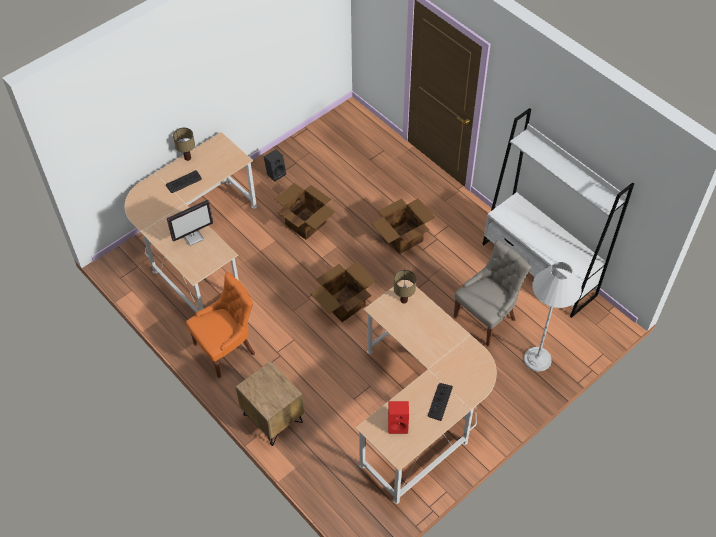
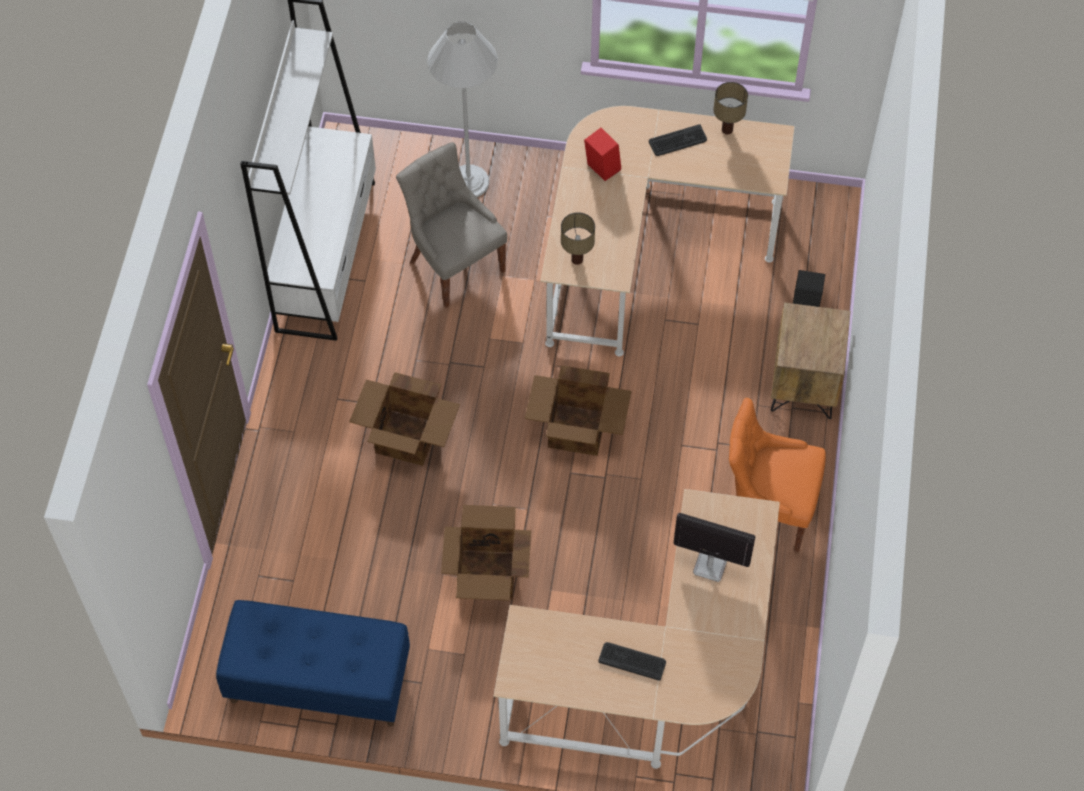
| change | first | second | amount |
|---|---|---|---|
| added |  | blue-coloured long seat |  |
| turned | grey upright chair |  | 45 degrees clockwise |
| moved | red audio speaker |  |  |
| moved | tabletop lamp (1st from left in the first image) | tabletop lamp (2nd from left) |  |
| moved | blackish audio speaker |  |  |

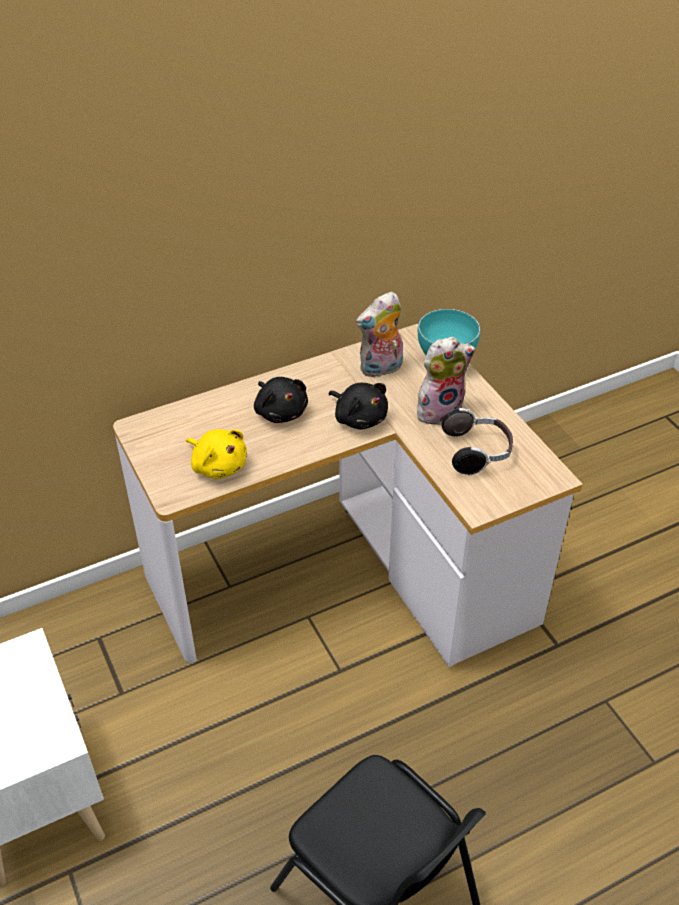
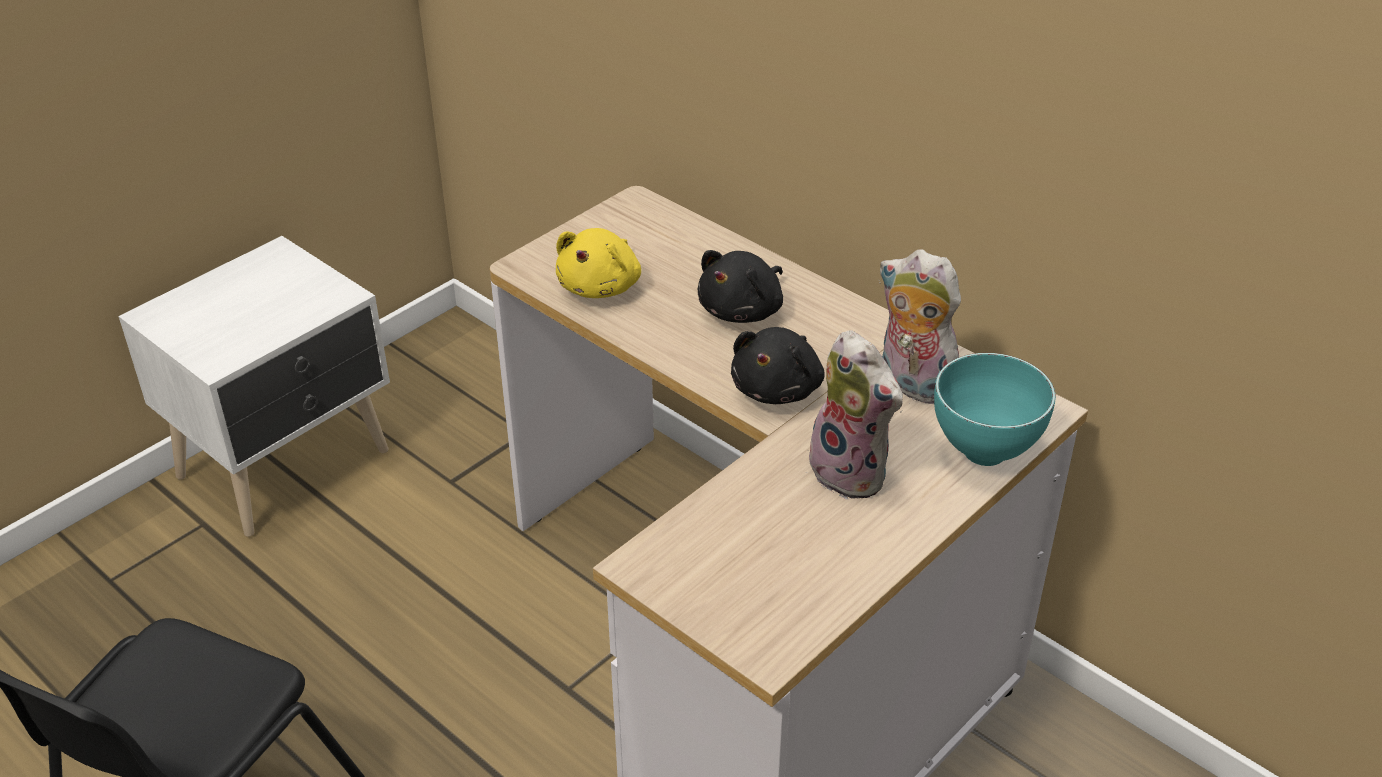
| change | first | second | amount |
|---|---|---|---|
| removed | headset |  |  |

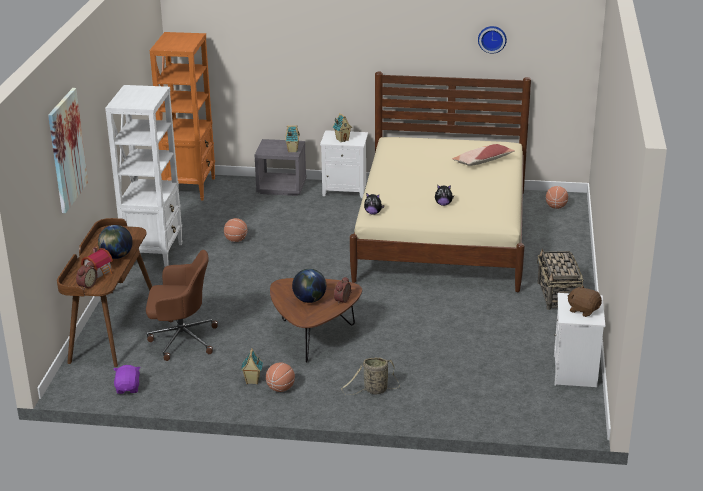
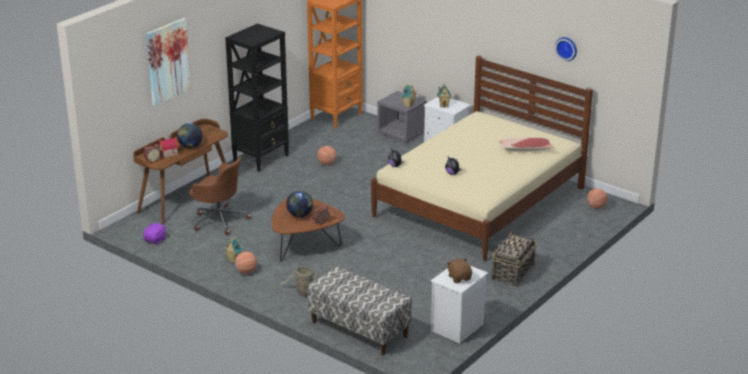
| change | first | second | amount |
|---|---|---|---|
| recoloured | whitish bookshelf | blackish bookshelf |  |
| added |  | long seat |  |

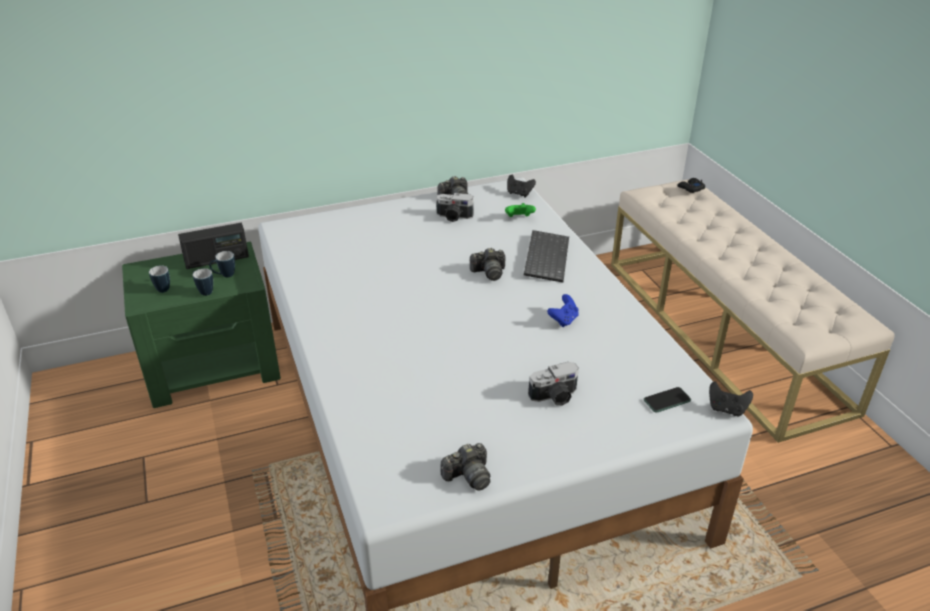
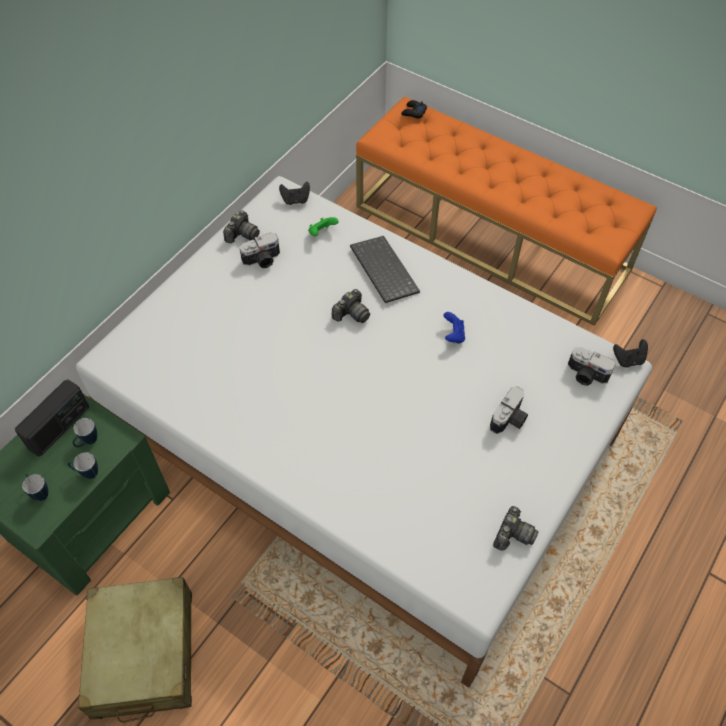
| change | first | second | amount |
|---|---|---|---|
| added |  | beige-coloured piece of luggage |  |
| recoloured | beige-coloured long seat | orange long seat |  |
| replaced | telephone | still camera (6th from left) |  |

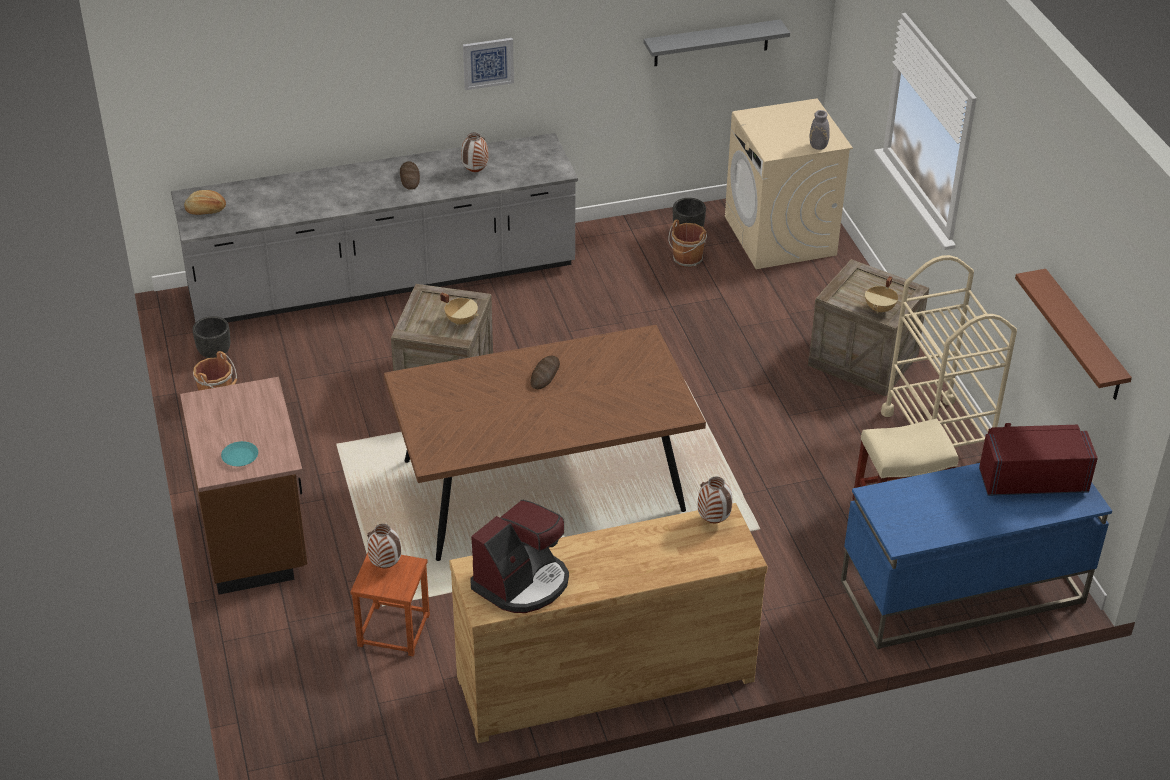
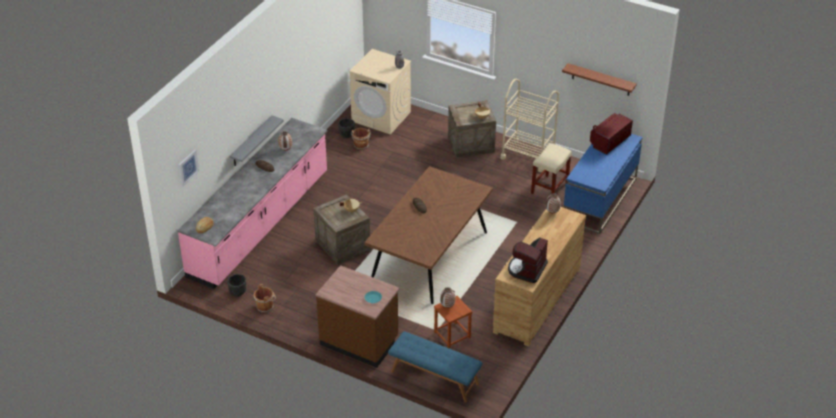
| change | first | second | amount |
|---|---|---|---|
| recoloured | grey counter | pink counter |  |
| moved | wall picture |  |  |
| moved | grey shelf |  |  |
| added |  | blue-coloured long seat |  |
| turned | coffee maker |  | 150 degrees counterclockwise |

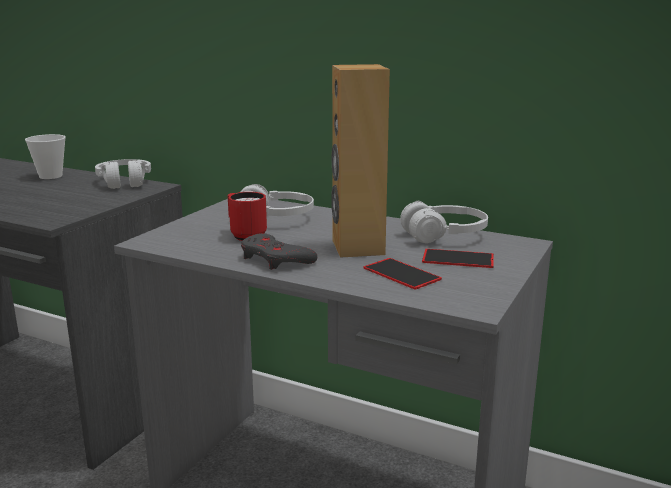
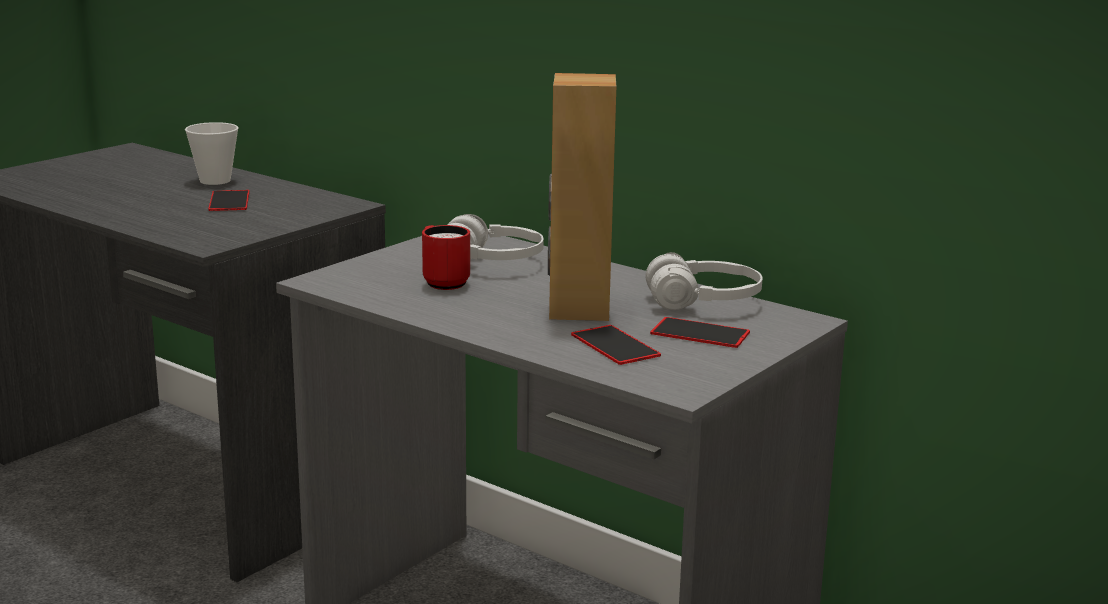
| change | first | second | amount |
|---|---|---|---|
| added |  | telephone (1st from left) |  |
| removed | whitish headset (1st from left) |  |  |
| removed | grey gamepad |  |  |

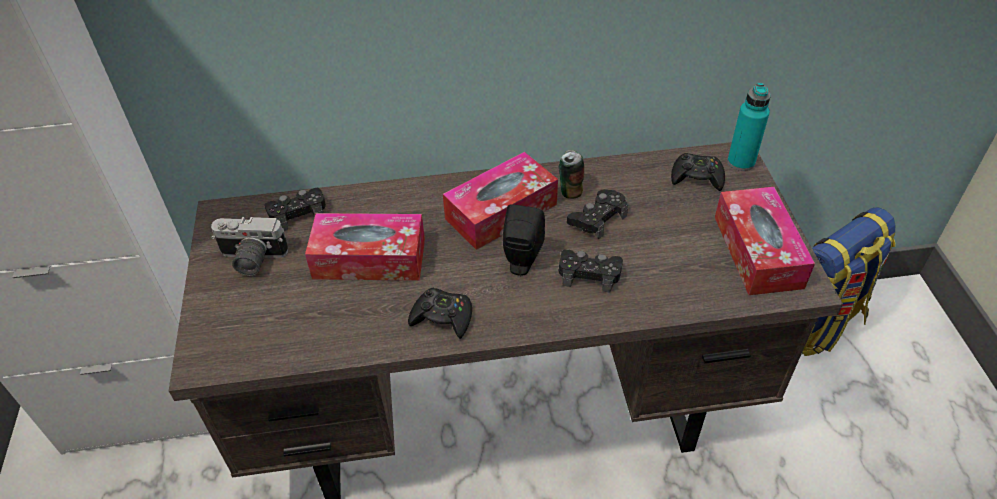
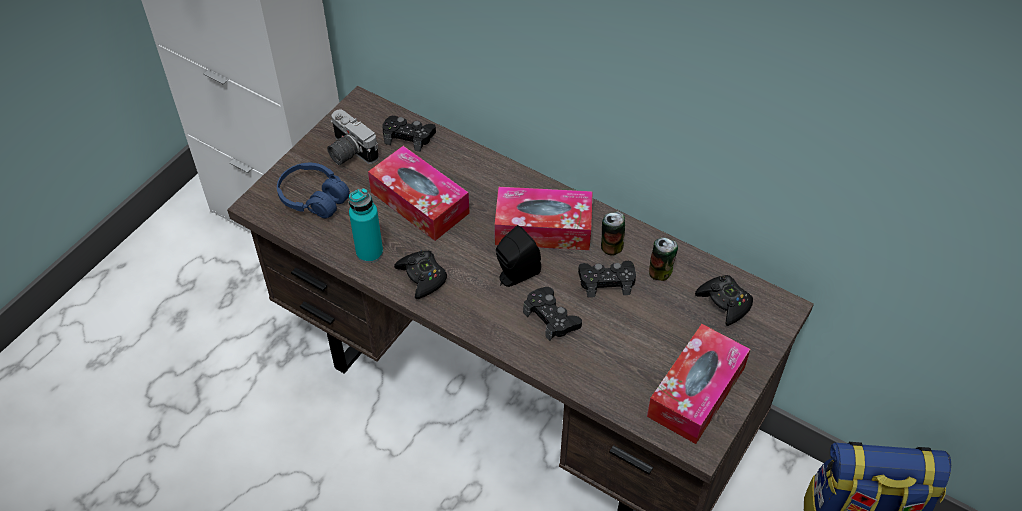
| change | first | second | amount |
|---|---|---|---|
| added |  | blue-coloured headset |  |
| moved | turquoise-coloured bottle |  |  |
| added |  | sealed can (2nd from left) |  |

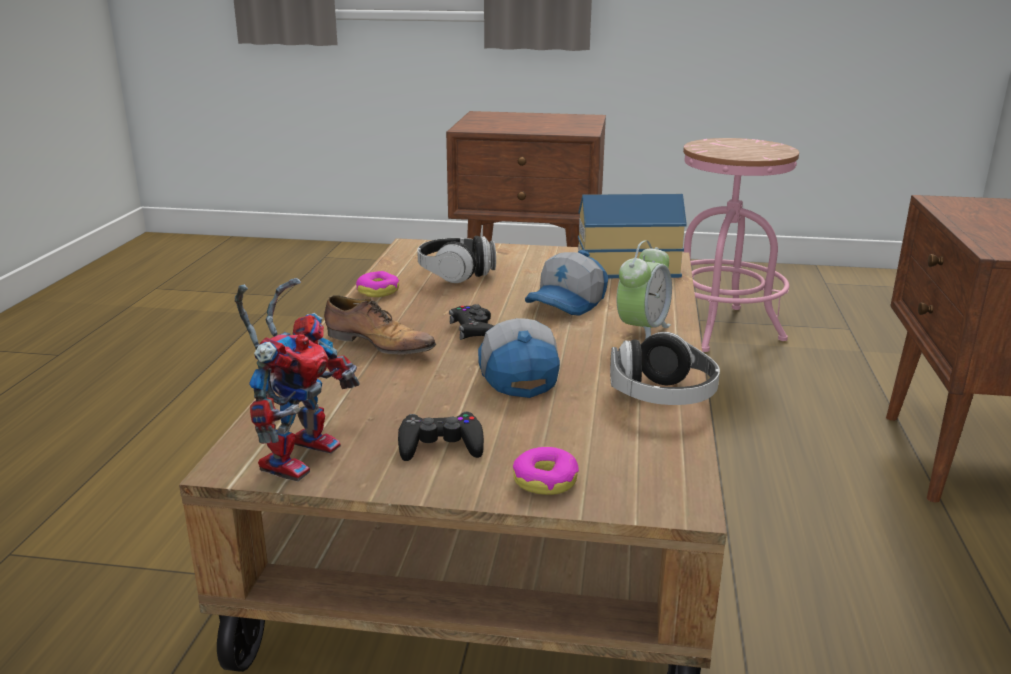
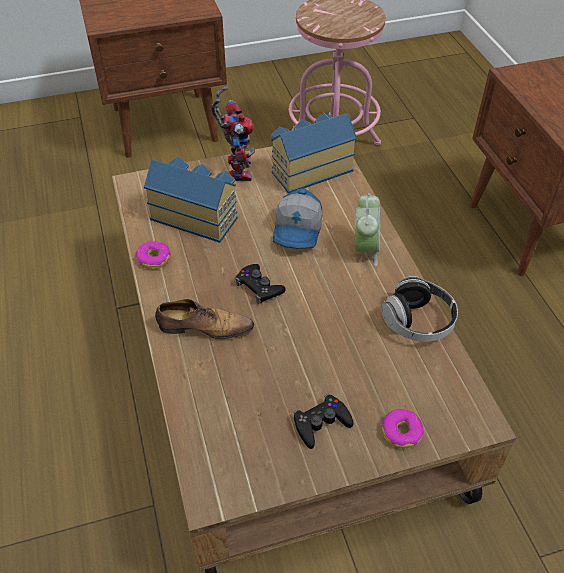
| change | first | second | amount |
|---|---|---|---|
| replaced | headset (1st from left) | model house (1st from left) |  |
| moved | robot figure |  |  |
| removed | baseball cap (1st from left) |  |  |

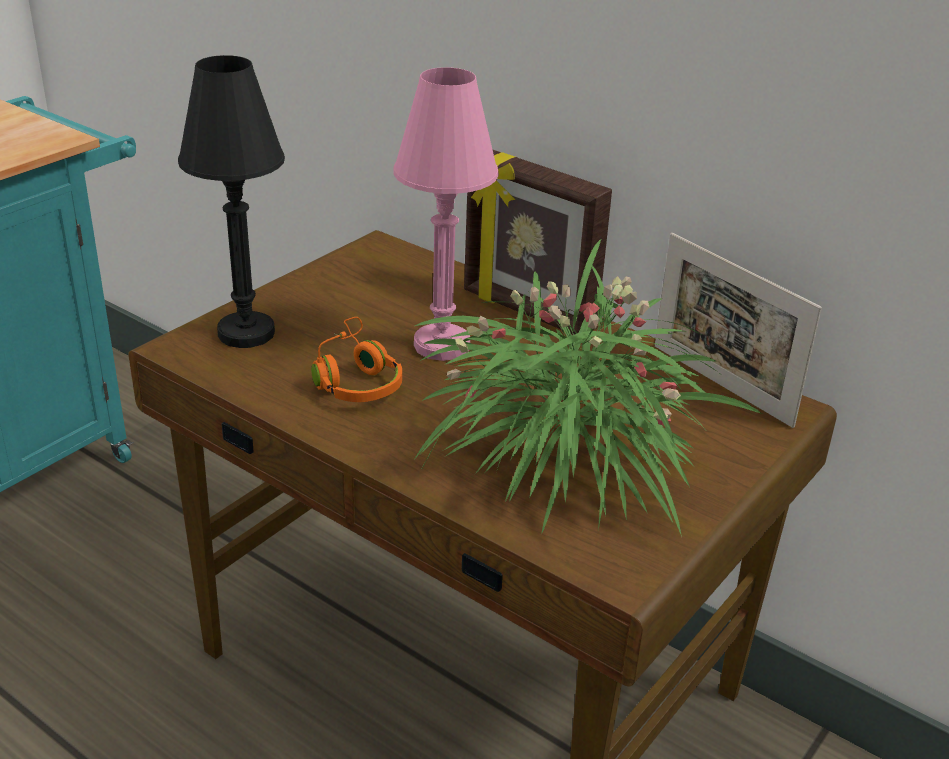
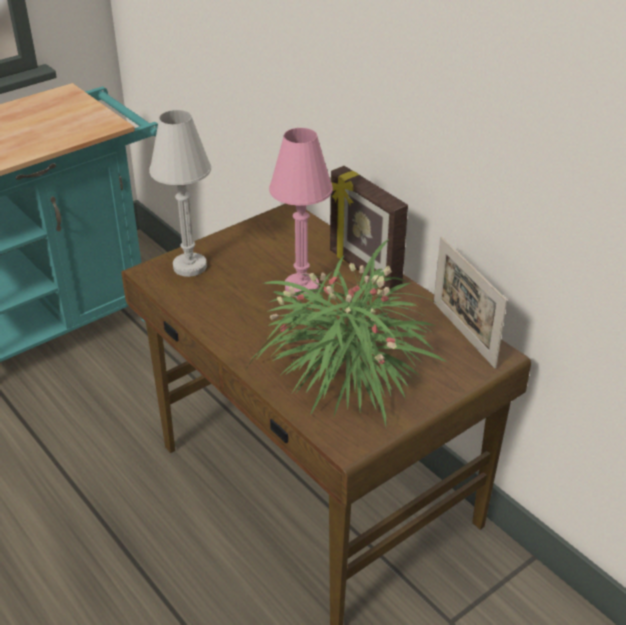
| change | first | second | amount |
|---|---|---|---|
| recoloured | blackish tabletop lamp | whitish tabletop lamp |  |
| removed | orange headset |  |  |

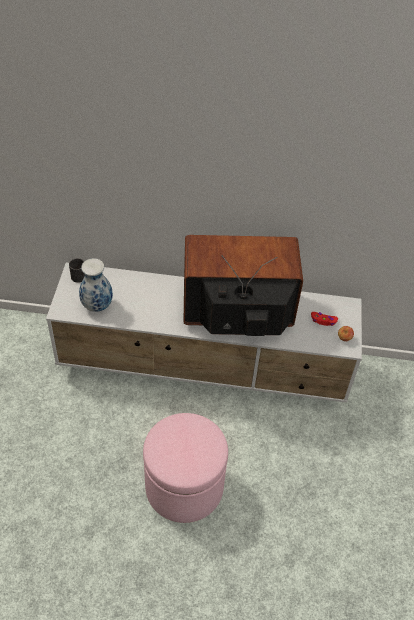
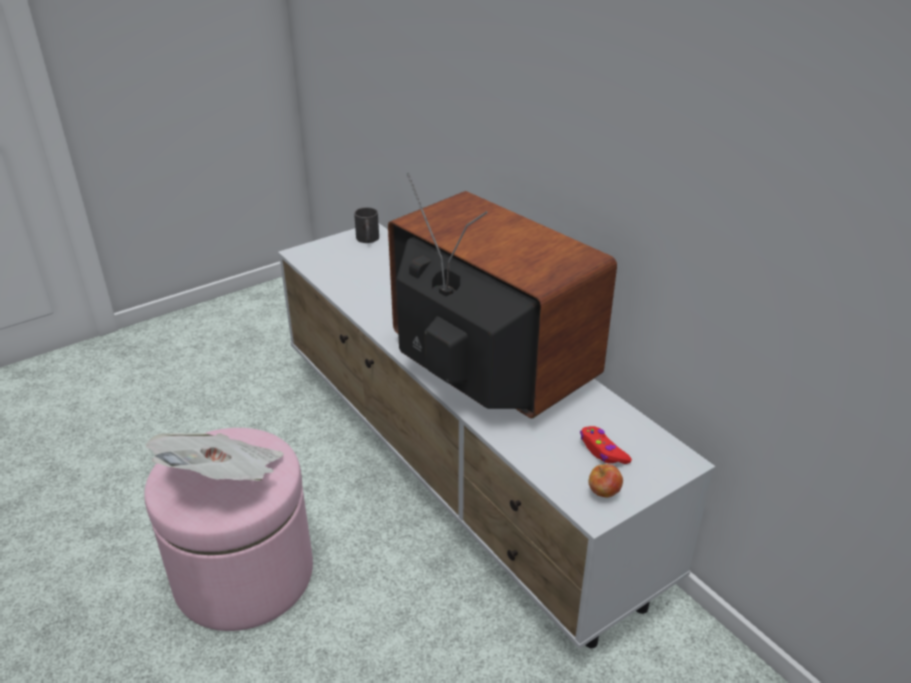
| change | first | second | amount |
|---|---|---|---|
| added |  | printed paper |  |
| removed | vase |  |  |

